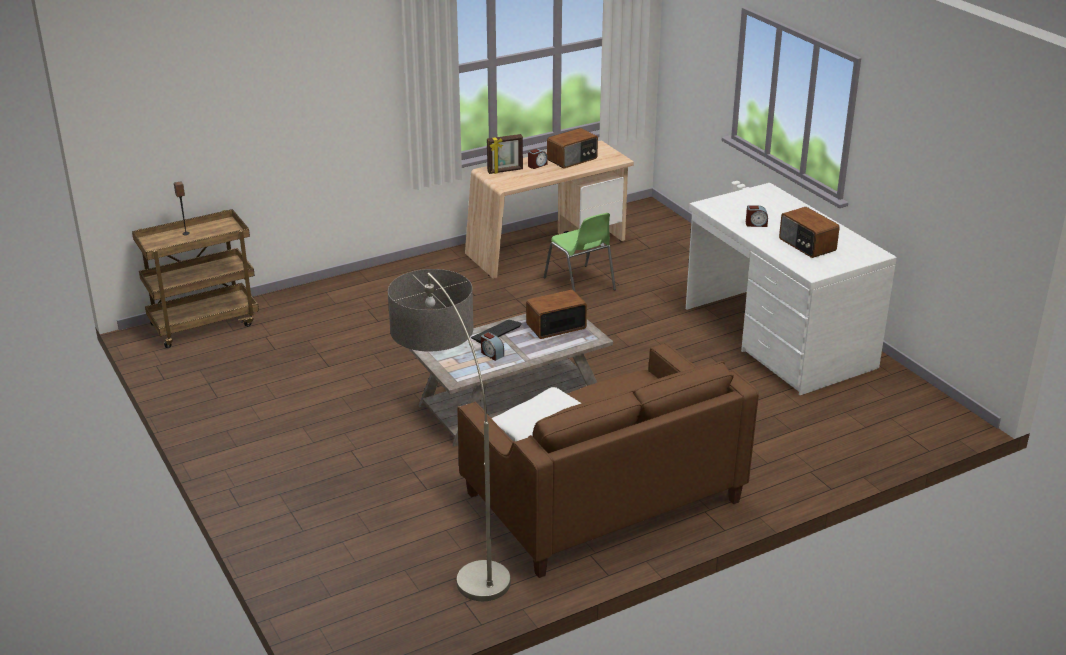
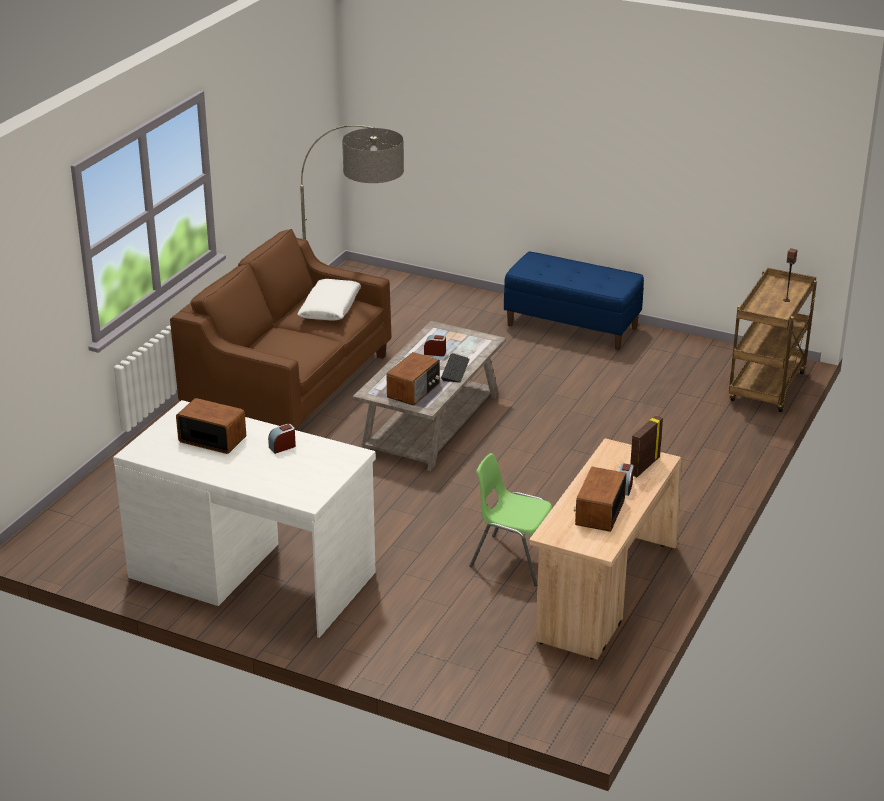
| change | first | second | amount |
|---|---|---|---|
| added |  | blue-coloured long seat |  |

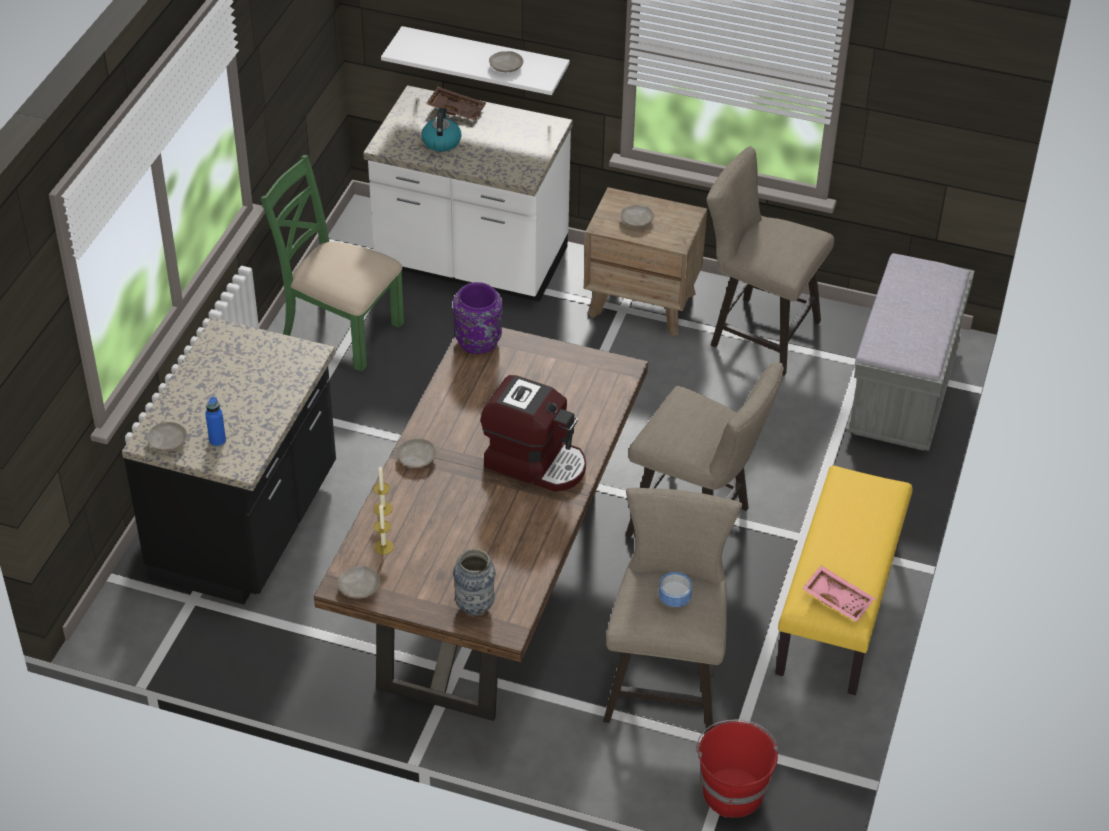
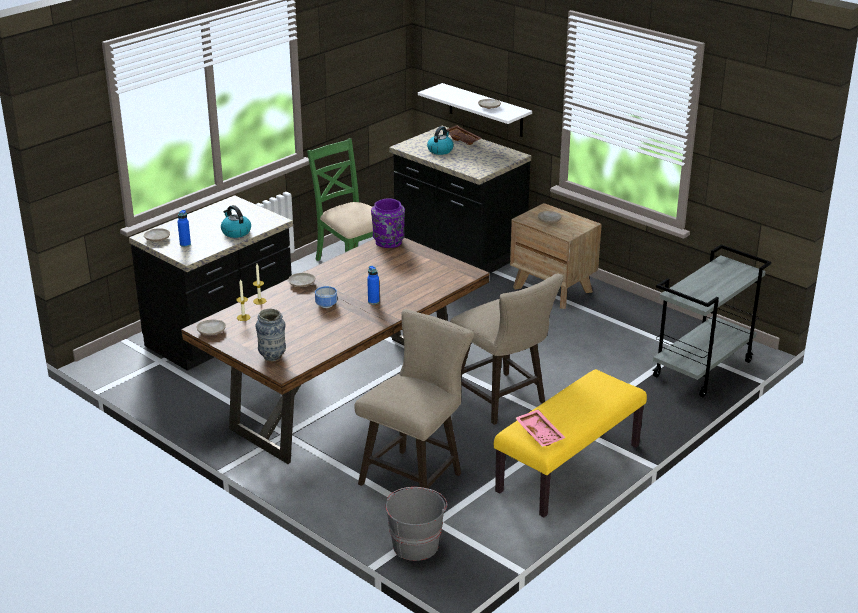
| change | first | second | amount |
|---|---|---|---|
| added |  | water kettle (1st from left) |  |
| moved | bowl |  |  |
| replaced | coffee maker | blue-coloured bottle (2nd from left) |  |
| recoloured | red bucket | grey bucket |  |
| recoloured | whitish counter | blackish counter (2nd from left) |  |
| replaced | grey long seat | grey wheeled cart |  |
| removed | beige-coloured sitting stool (3rd from left) |  |  |

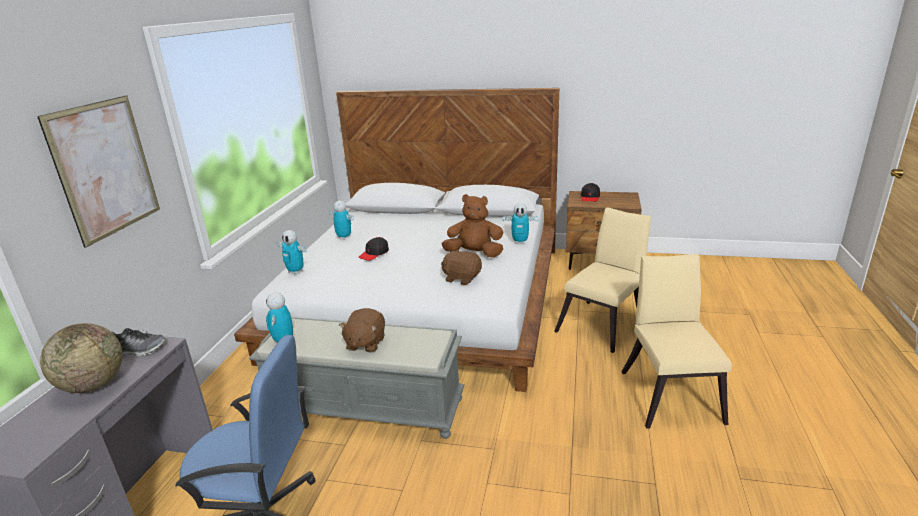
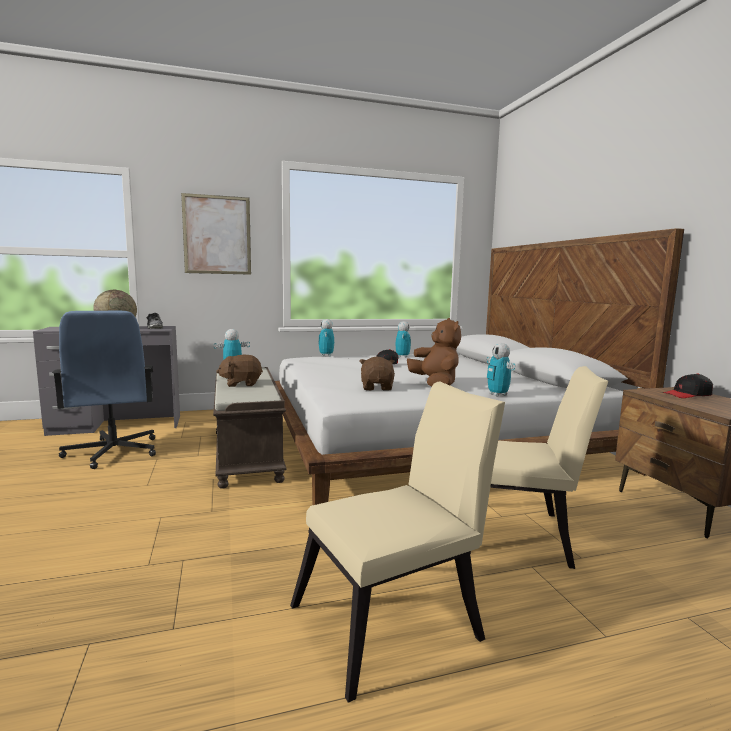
| change | first | second | amount |
|---|---|---|---|
| recoloured | grey long seat | brown-coloured long seat |  |

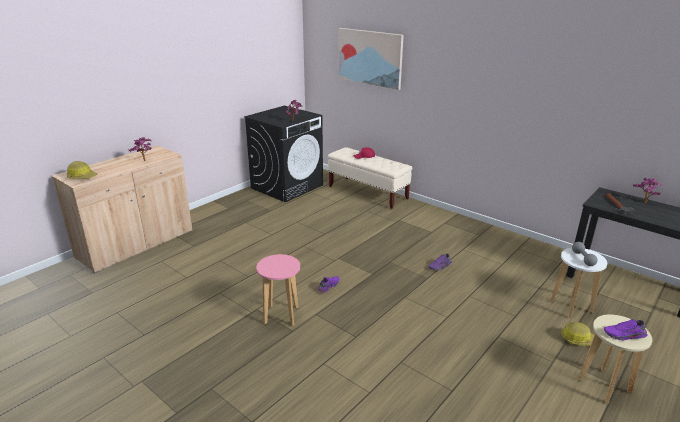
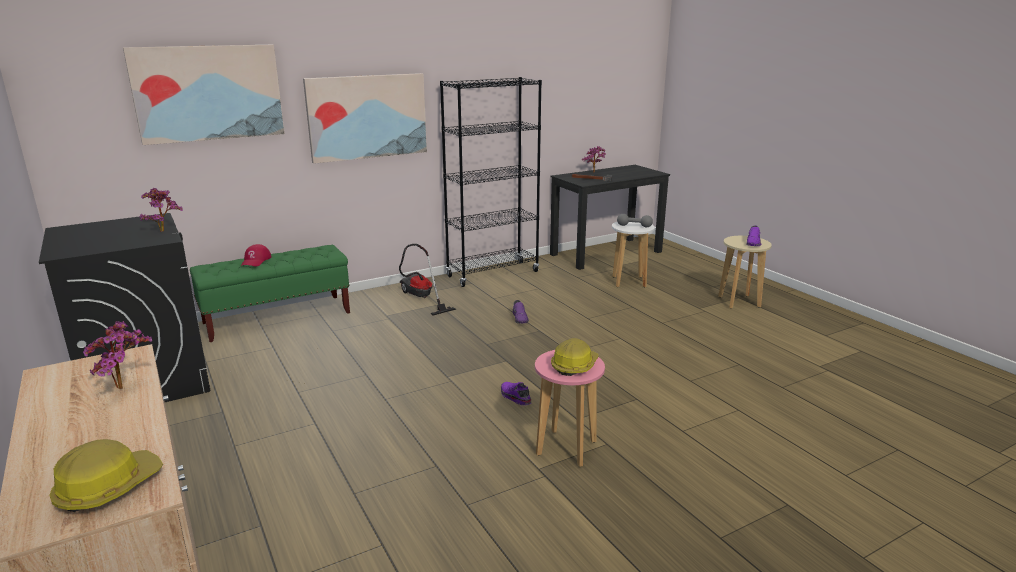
| change | first | second | amount |
|---|---|---|---|
| recoloured | beige-coloured long seat | greenish long seat |  |
| added |  | wall picture (2nd from left) |  |
| added |  | hoover |  |
| added |  | blackish bookshelf |  |
| moved | work helmet (2nd from left) |  |  |

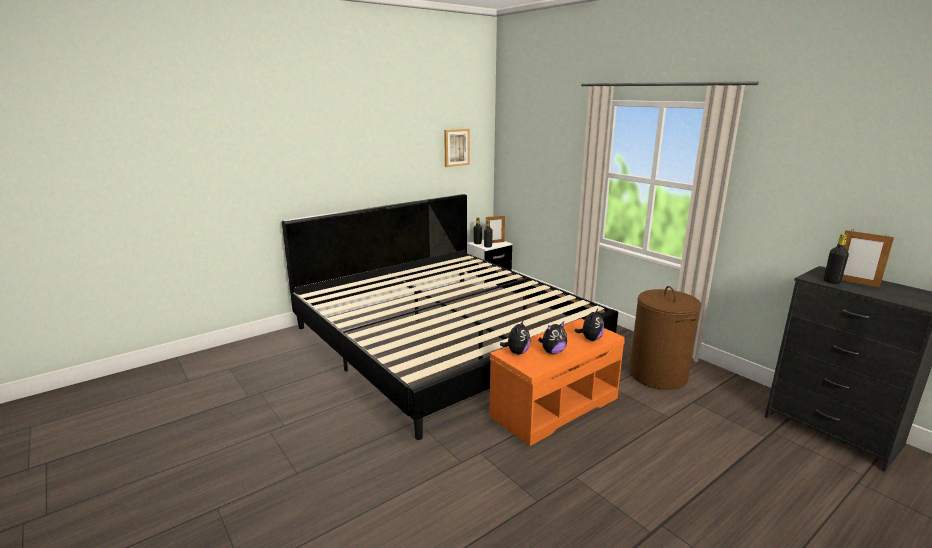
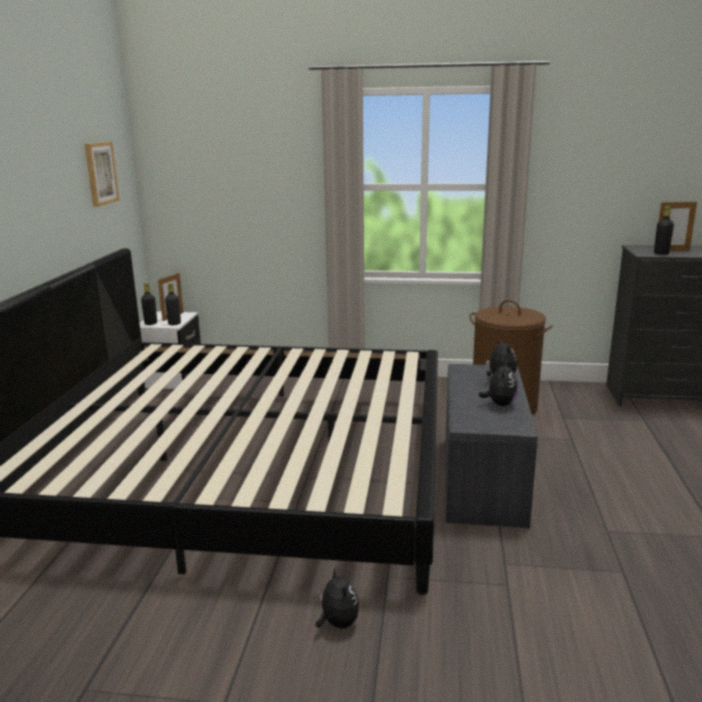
| change | first | second | amount |
|---|---|---|---|
| moved | cuddly toy (1st from left) |  |  |
| recoloured | orange long seat | grey long seat |  |

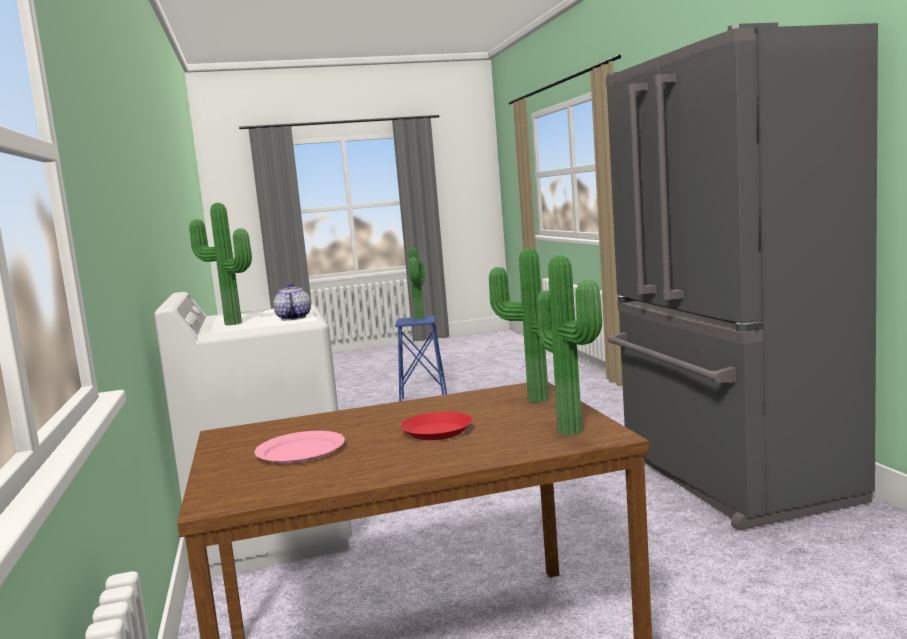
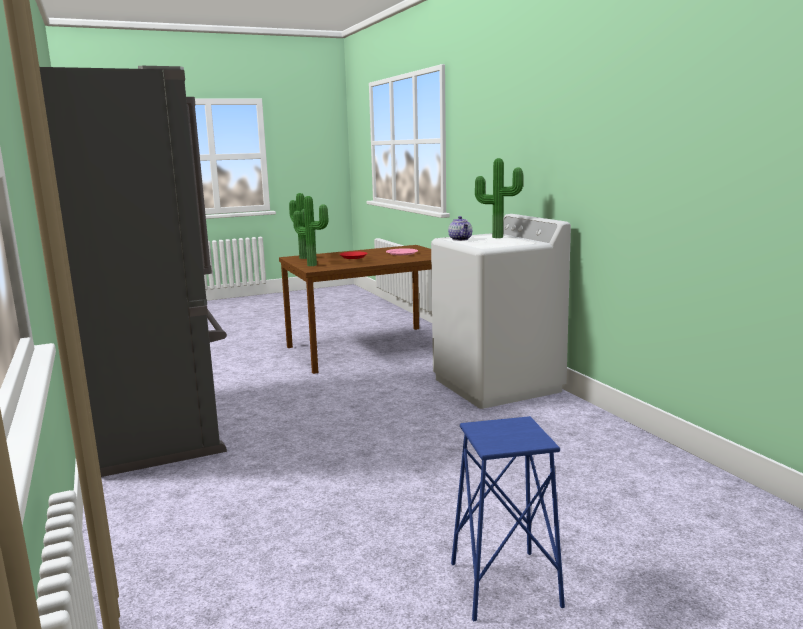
| change | first | second | amount |
|---|---|---|---|
| removed | plant in a pot (2nd from left) |  |  |

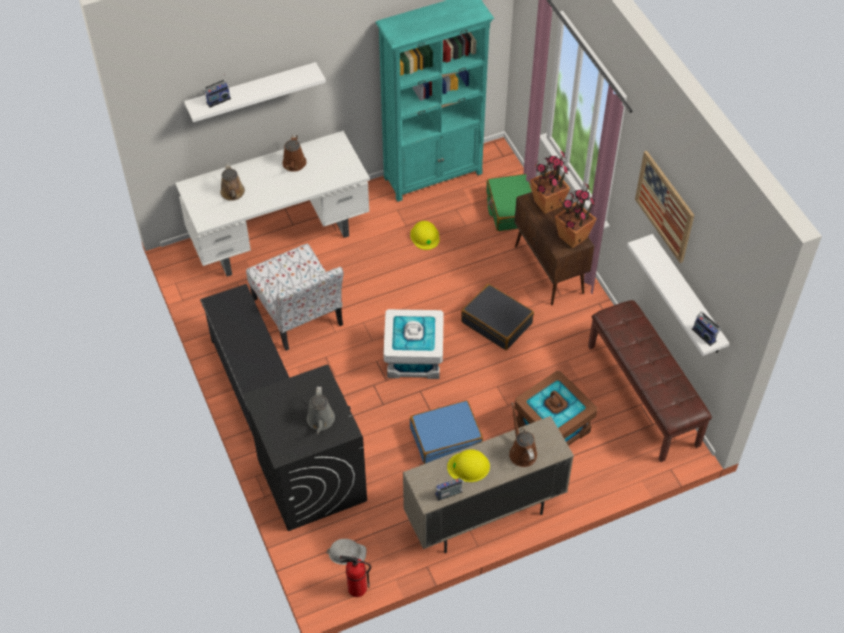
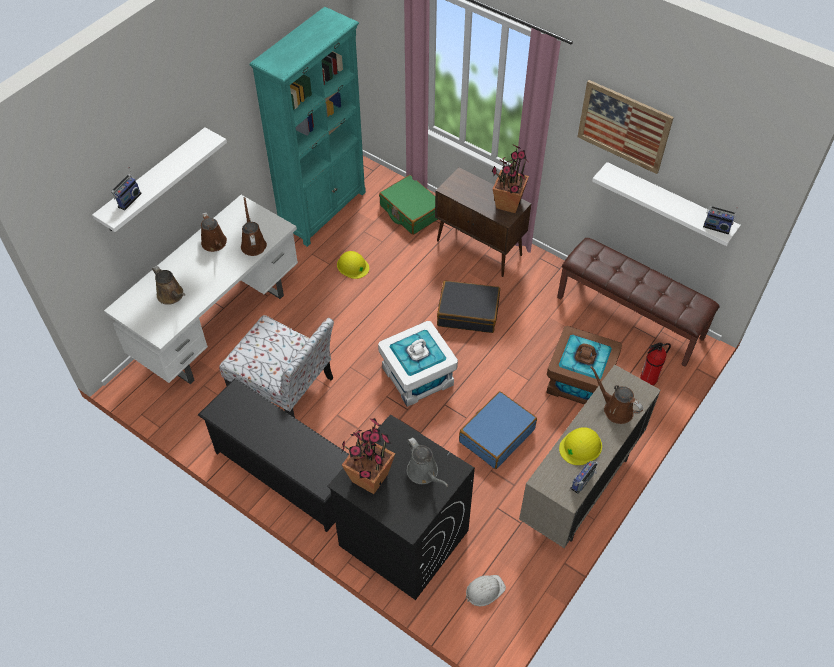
| change | first | second | amount |
|---|---|---|---|
| added |  | brown-coloured watering pot (3rd from left) |  |
| moved | plant in a pot (1st from left) |  |  |
| moved | fire extinguisher |  |  |

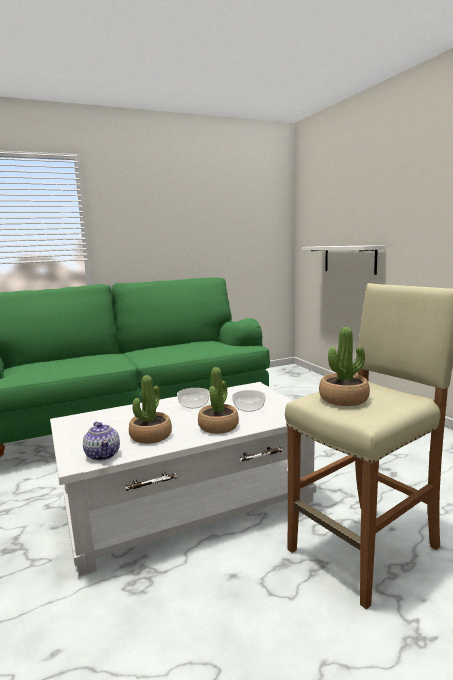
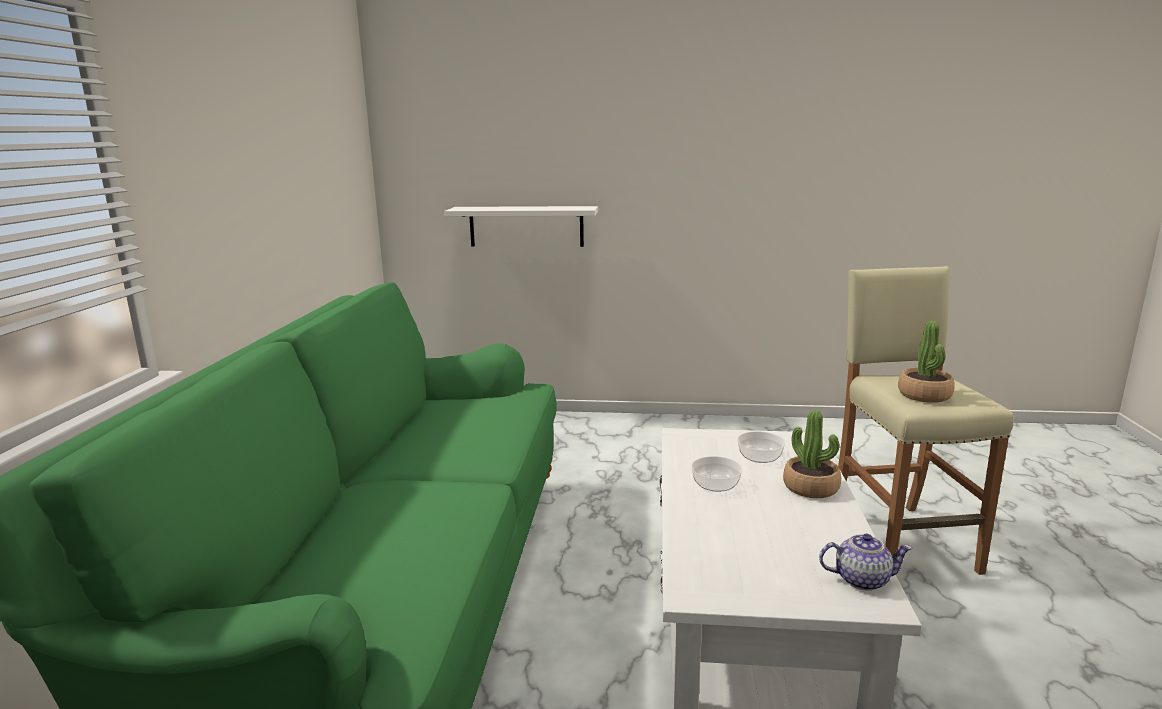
| change | first | second | amount |
|---|---|---|---|
| removed | plant in a pot (1st from left) |  |  |

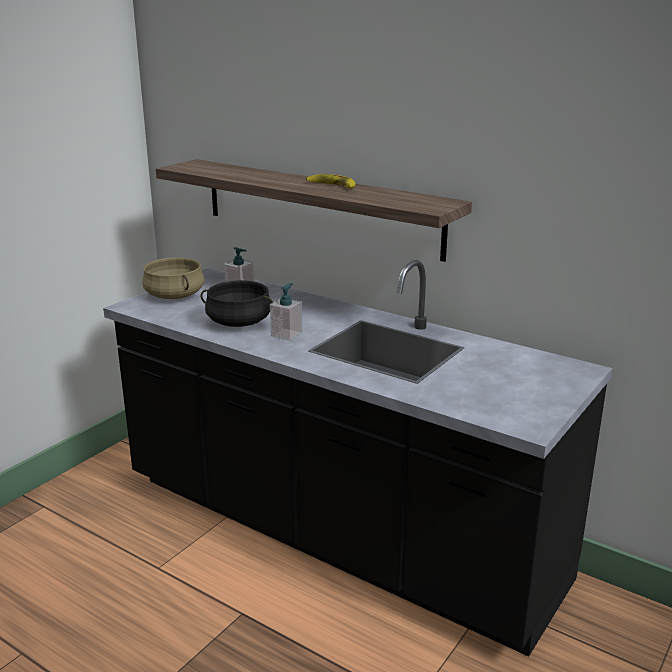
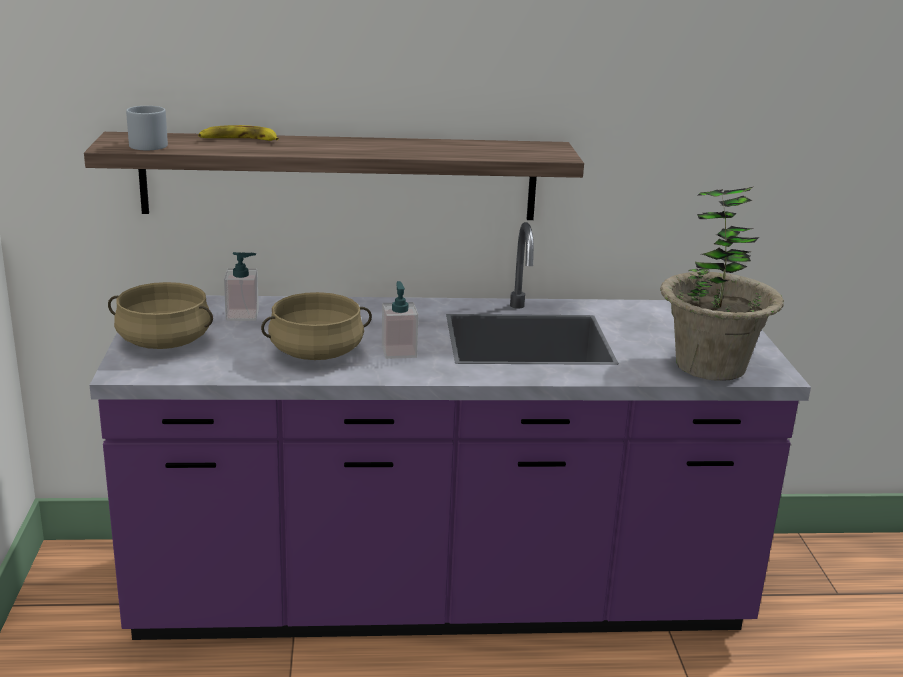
| change | first | second | amount |
|---|---|---|---|
| recoloured | blackish counter | purple-coloured counter |  |
| added |  | grey coffee mug |  |
| moved | banana fruit |  |  |
| recoloured | blackish saucepot | beige-coloured saucepot (2nd from left) |  |
| added |  | plant in a pot |  |

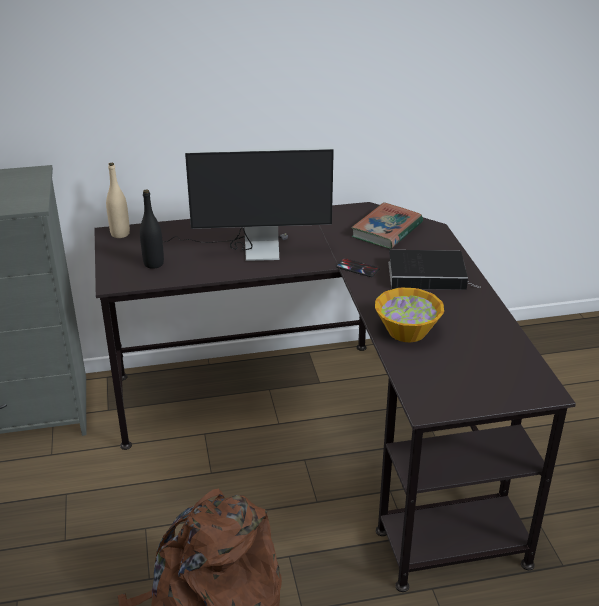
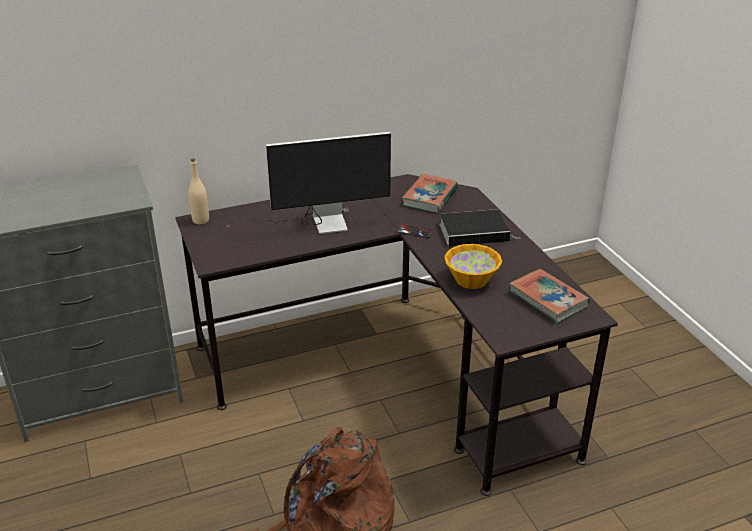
| change | first | second | amount |
|---|---|---|---|
| added |  | volume (3rd from left) |  |
| removed | blackish bottle |  |  |

